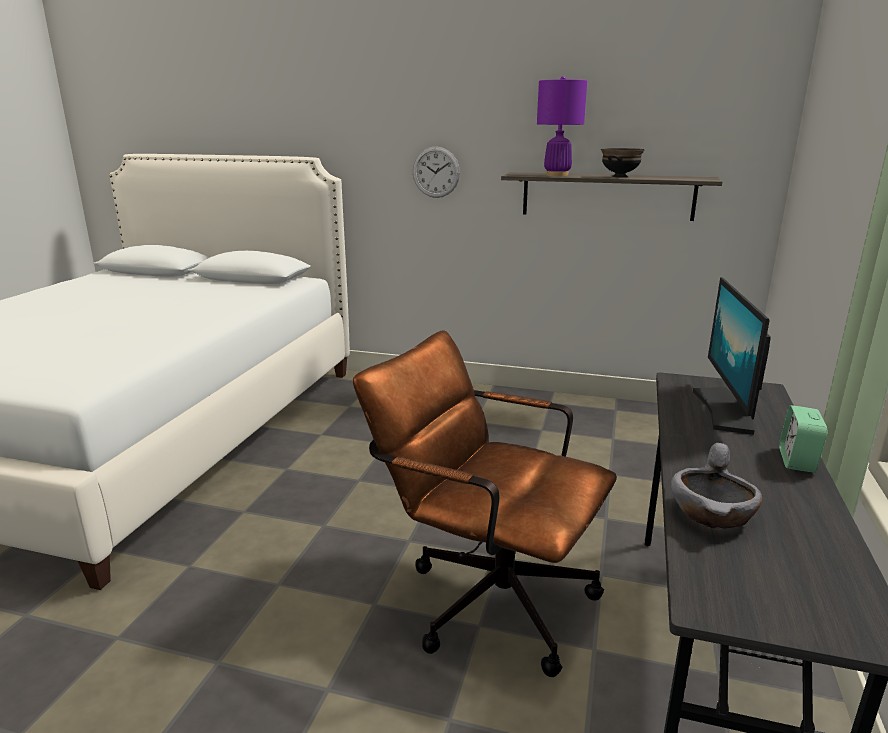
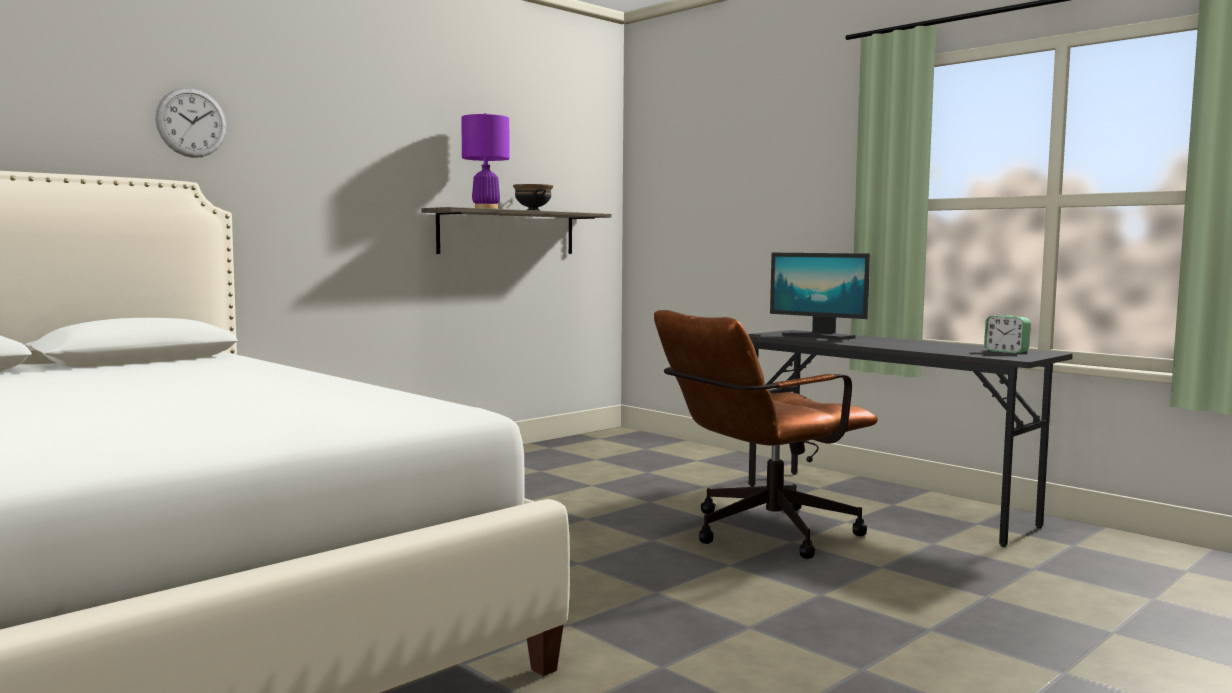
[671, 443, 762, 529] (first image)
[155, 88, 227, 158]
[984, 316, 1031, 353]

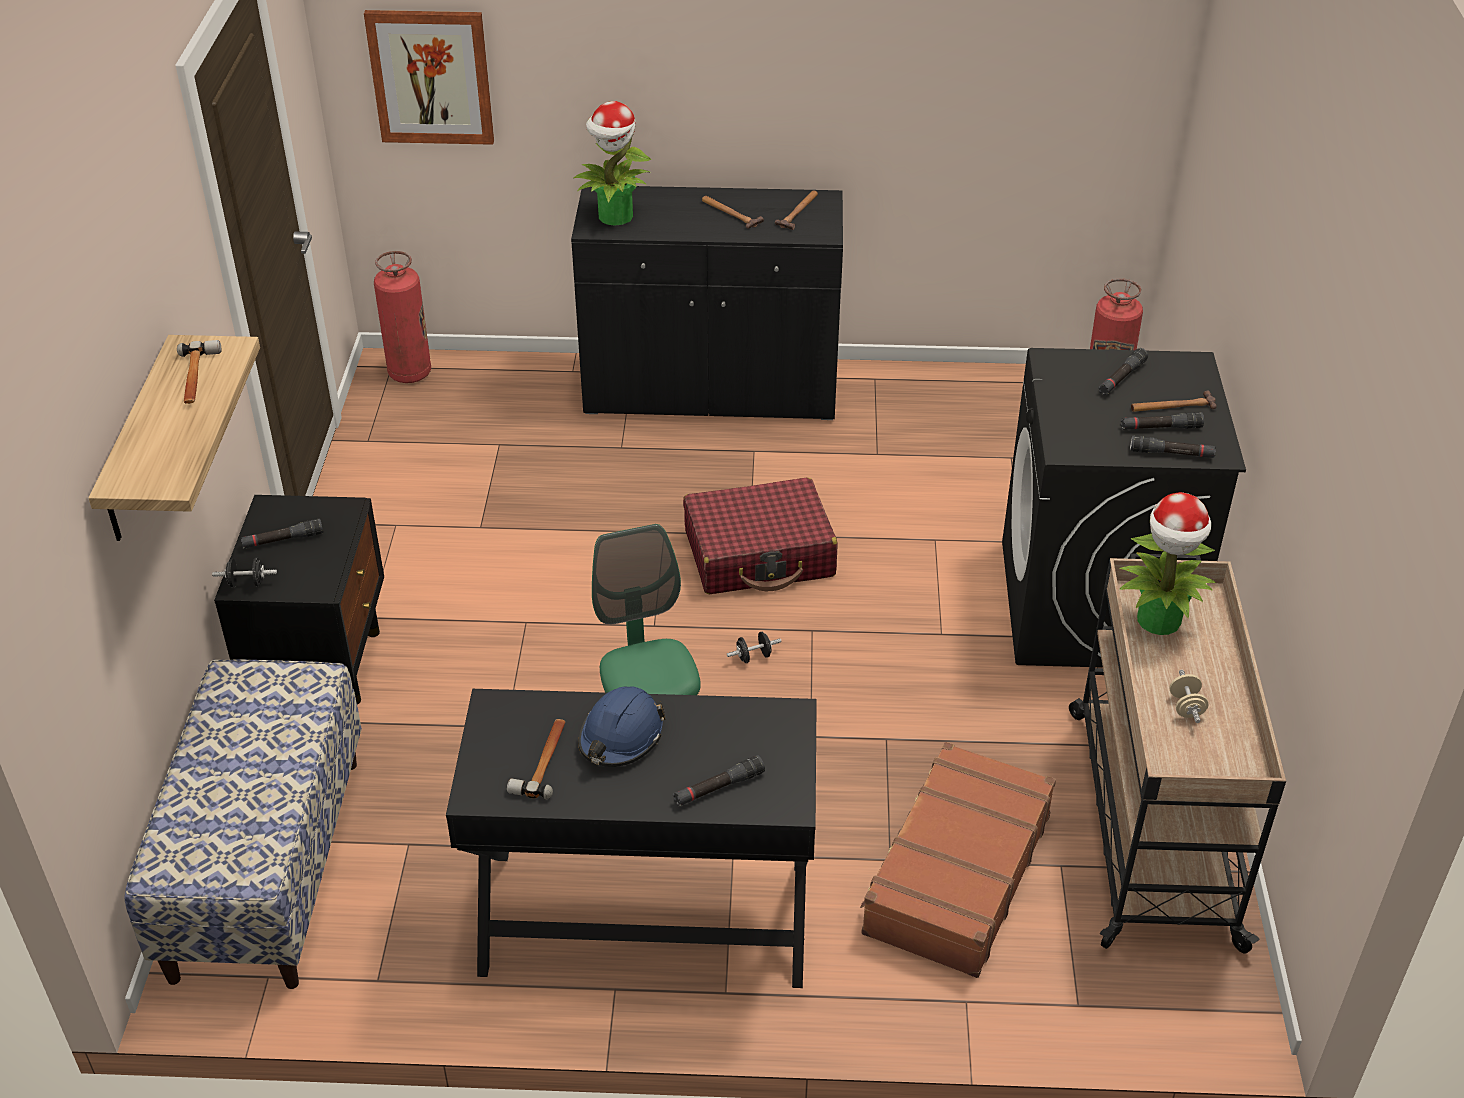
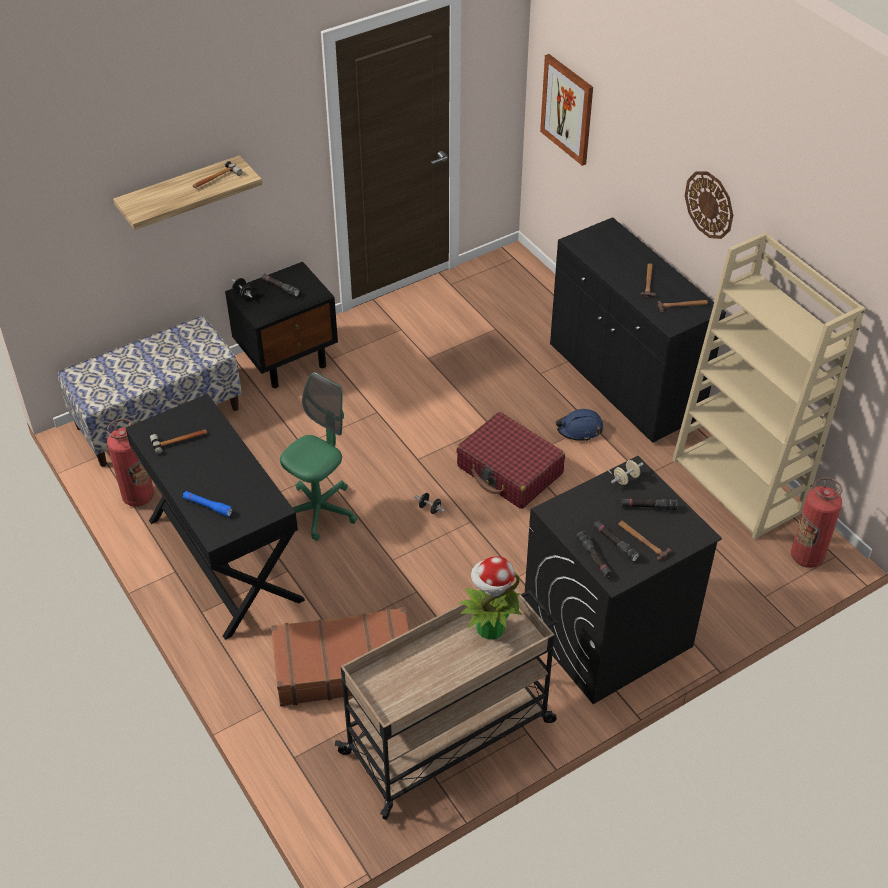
[573, 101, 652, 226] (first image)
[672, 232, 865, 539]
[685, 171, 733, 239]
[107, 419, 154, 507]
[555, 409, 603, 441]
[611, 460, 643, 485]
[182, 491, 233, 517]

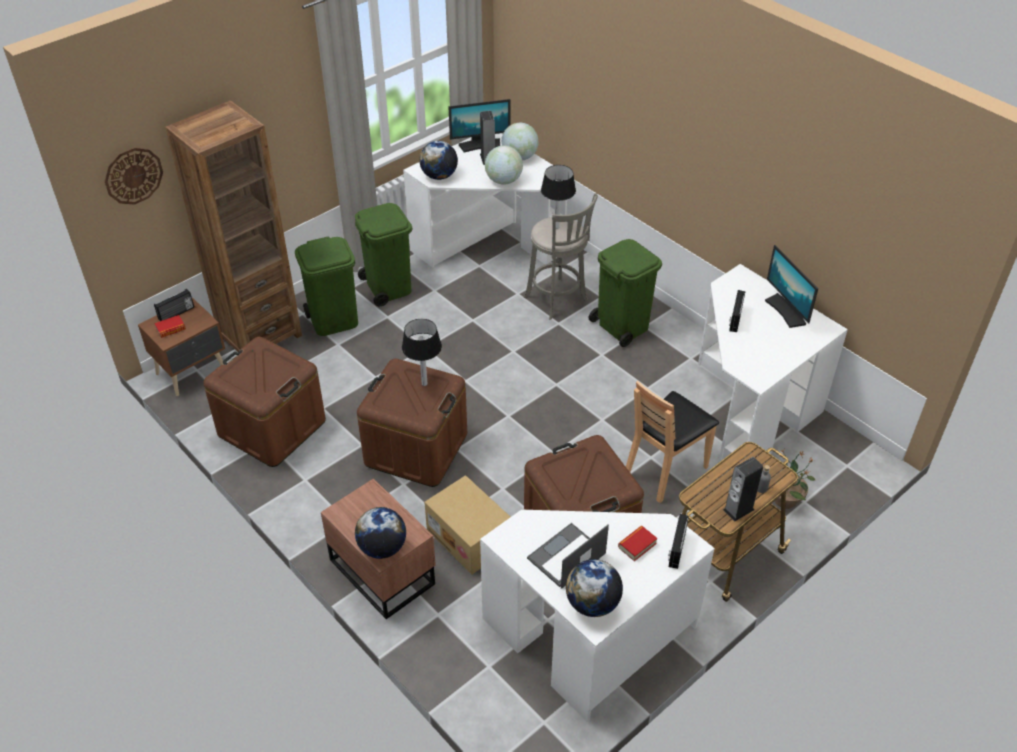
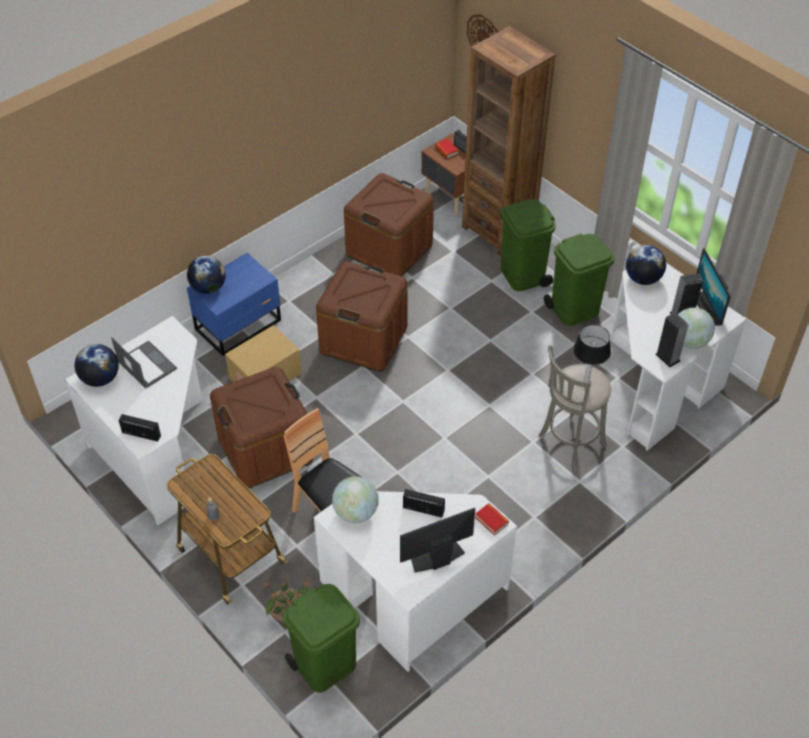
[402, 319, 442, 386] (first image)
[332, 476, 379, 523]
[283, 584, 360, 693]
[475, 503, 509, 536]
[656, 312, 689, 368]
[187, 253, 281, 356]

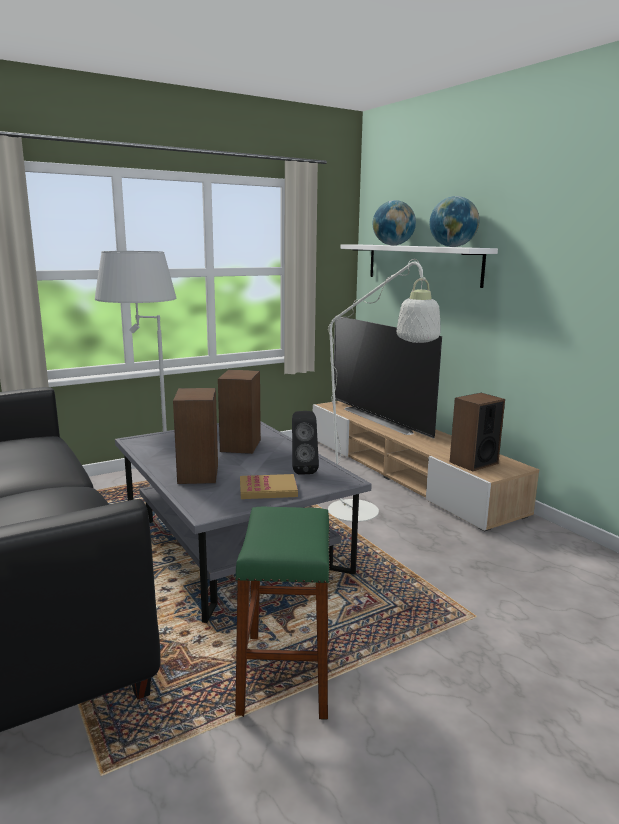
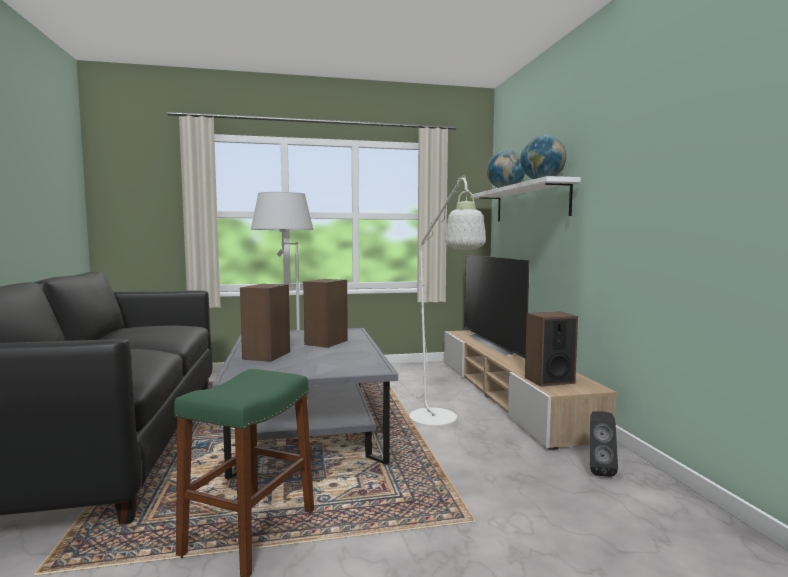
[240, 474, 298, 499] (first image)
[590, 411, 618, 477]

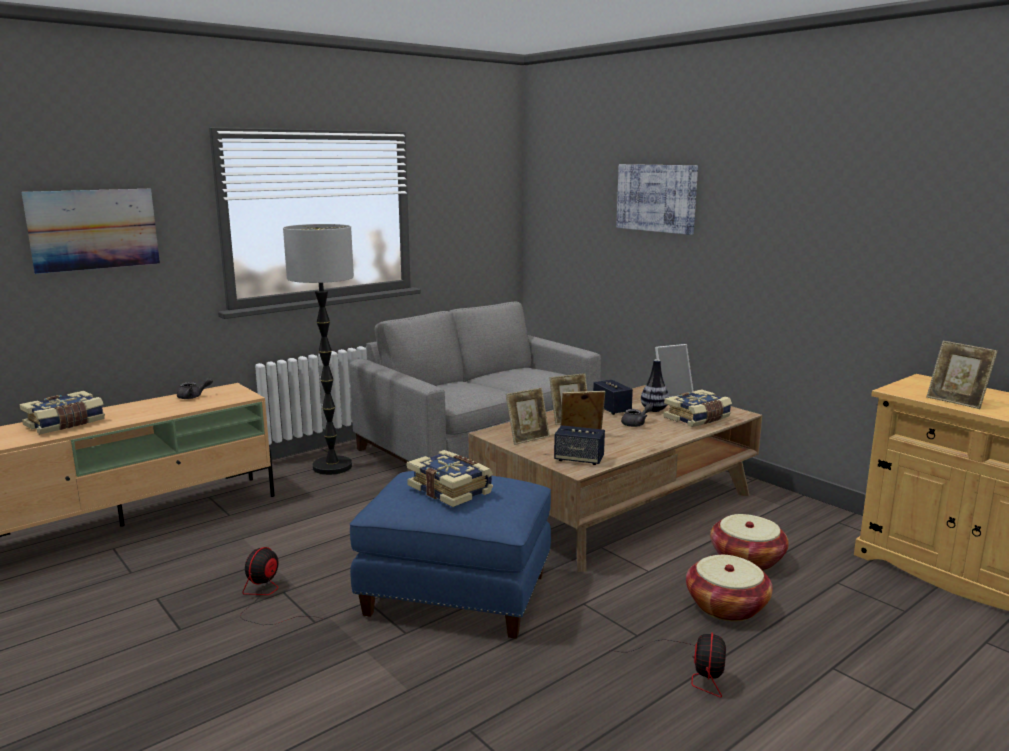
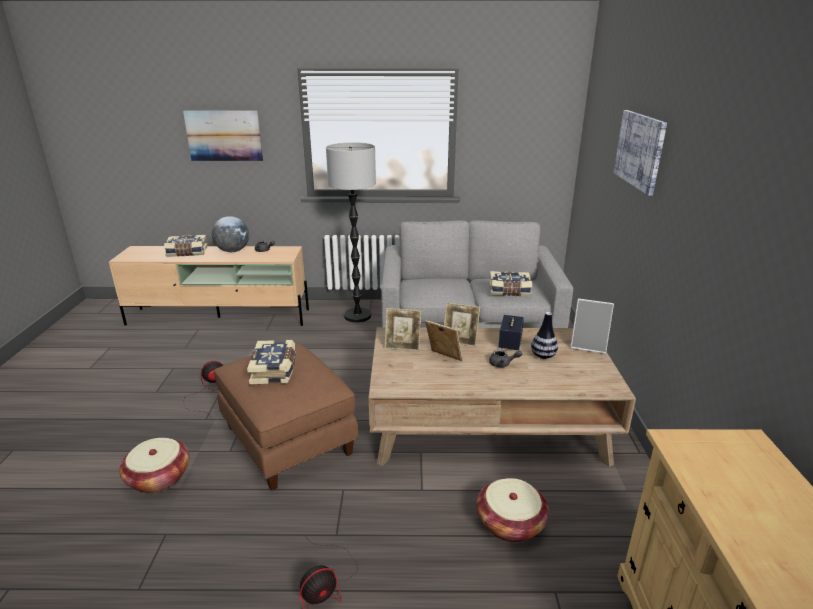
[554, 425, 605, 465] (first image)
[926, 341, 998, 409] (first image)
[212, 216, 249, 252]
[489, 271, 532, 296]
[119, 438, 190, 493]
[214, 343, 358, 491]

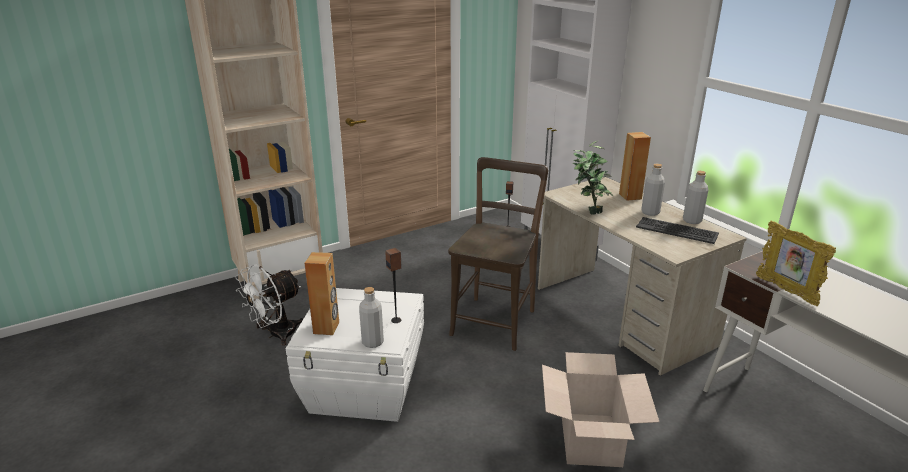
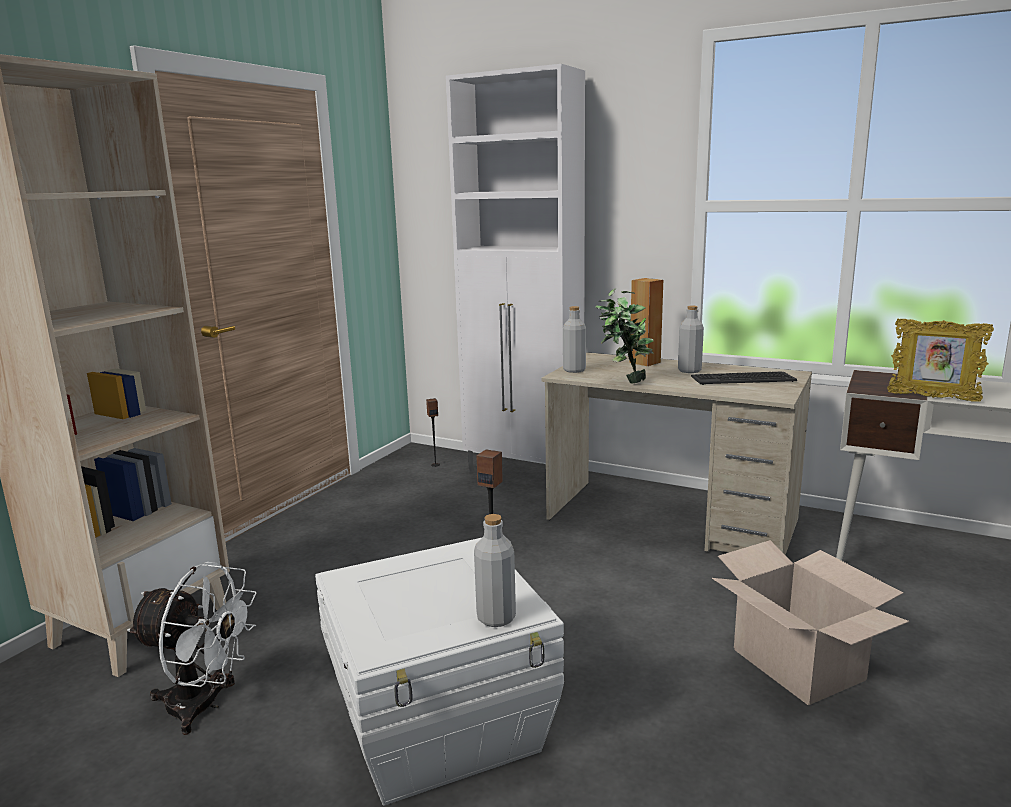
[304, 252, 339, 335] (first image)
[448, 157, 548, 351] (first image)
[563, 306, 586, 373]
[127, 562, 257, 735]

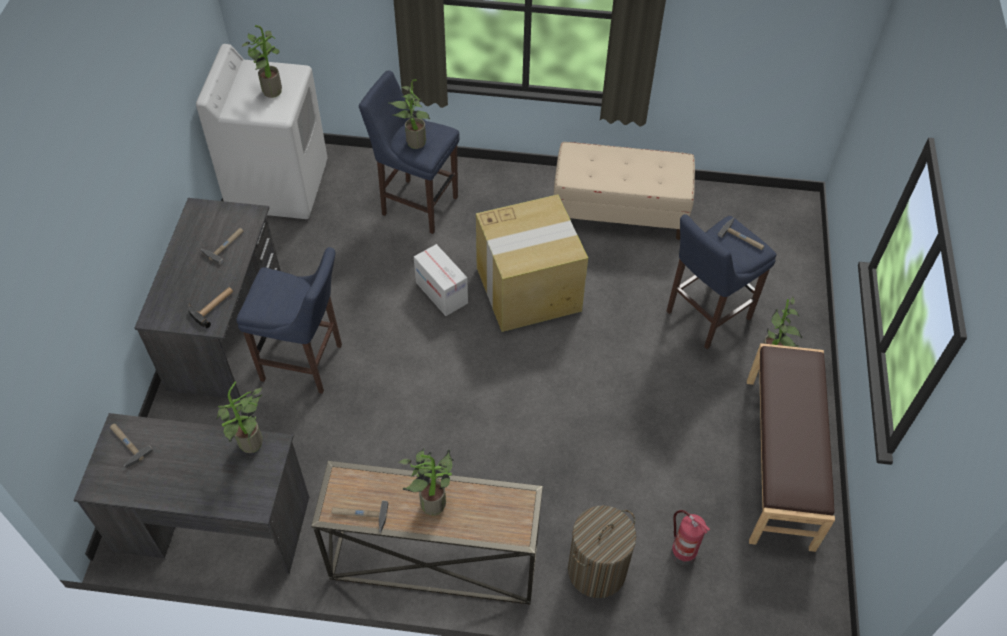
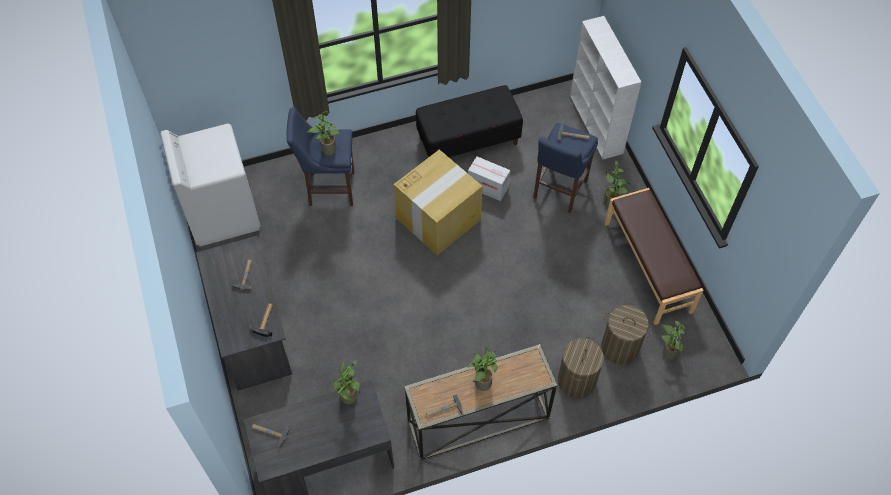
[236, 247, 342, 394] (first image)
[570, 16, 641, 159]
[659, 320, 686, 359]
[468, 156, 510, 201]
[601, 305, 652, 365]
[416, 85, 523, 157]

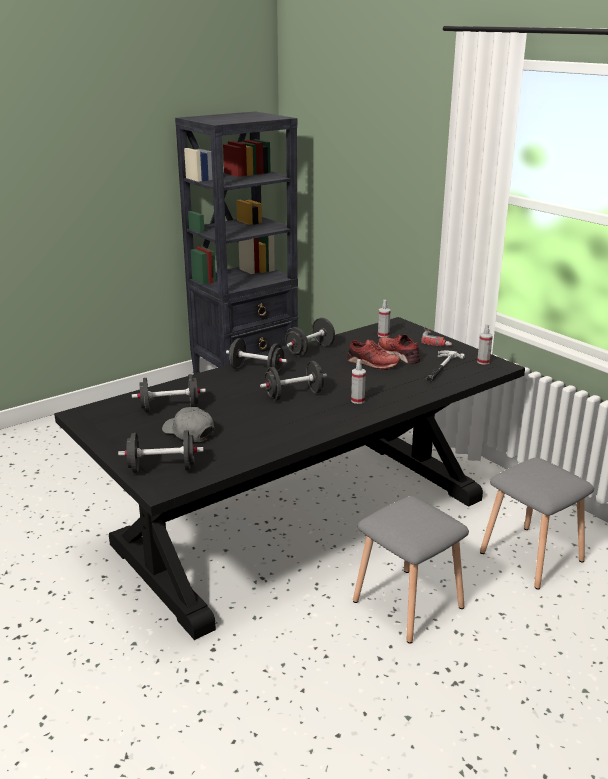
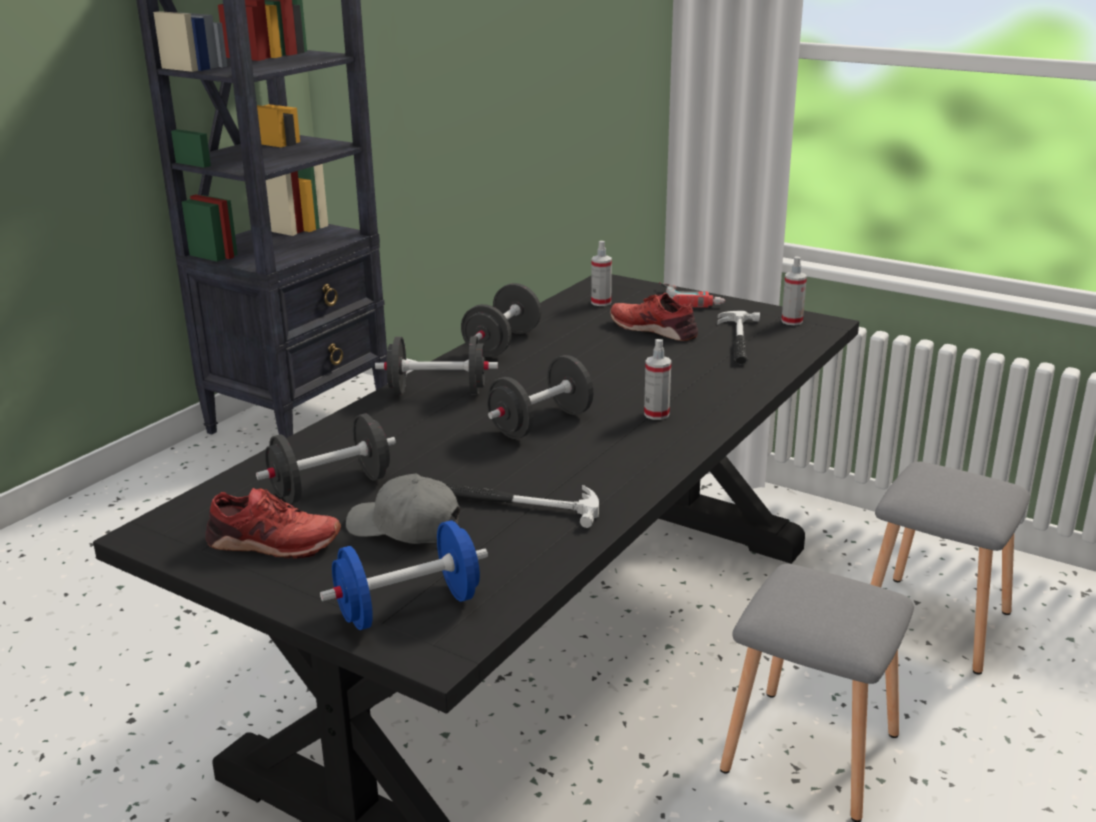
[444, 483, 599, 528]
[205, 488, 341, 559]
[320, 521, 488, 630]

